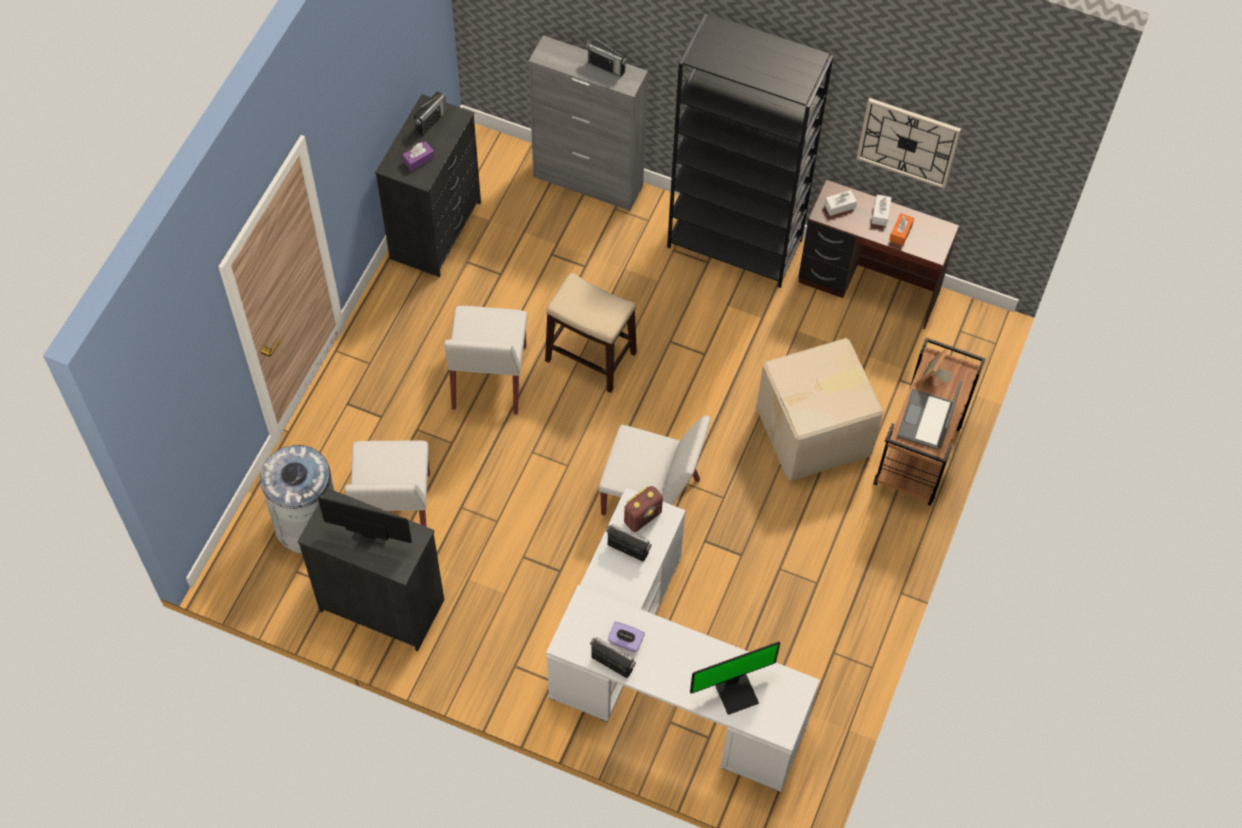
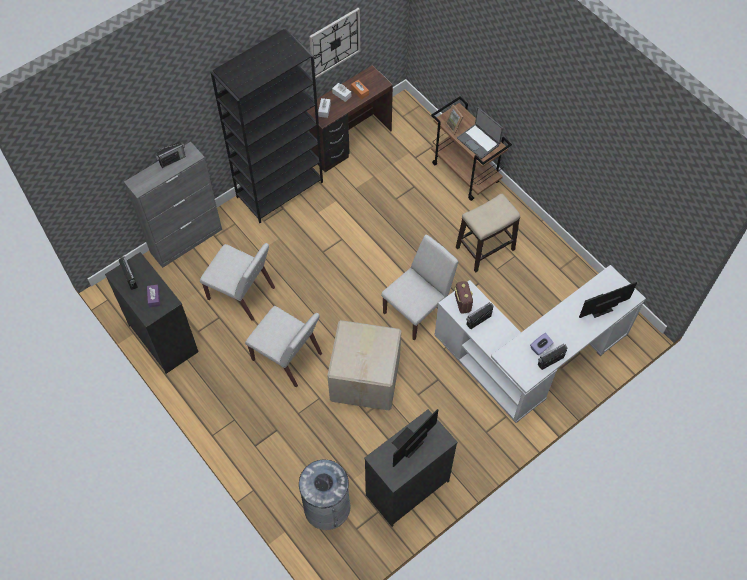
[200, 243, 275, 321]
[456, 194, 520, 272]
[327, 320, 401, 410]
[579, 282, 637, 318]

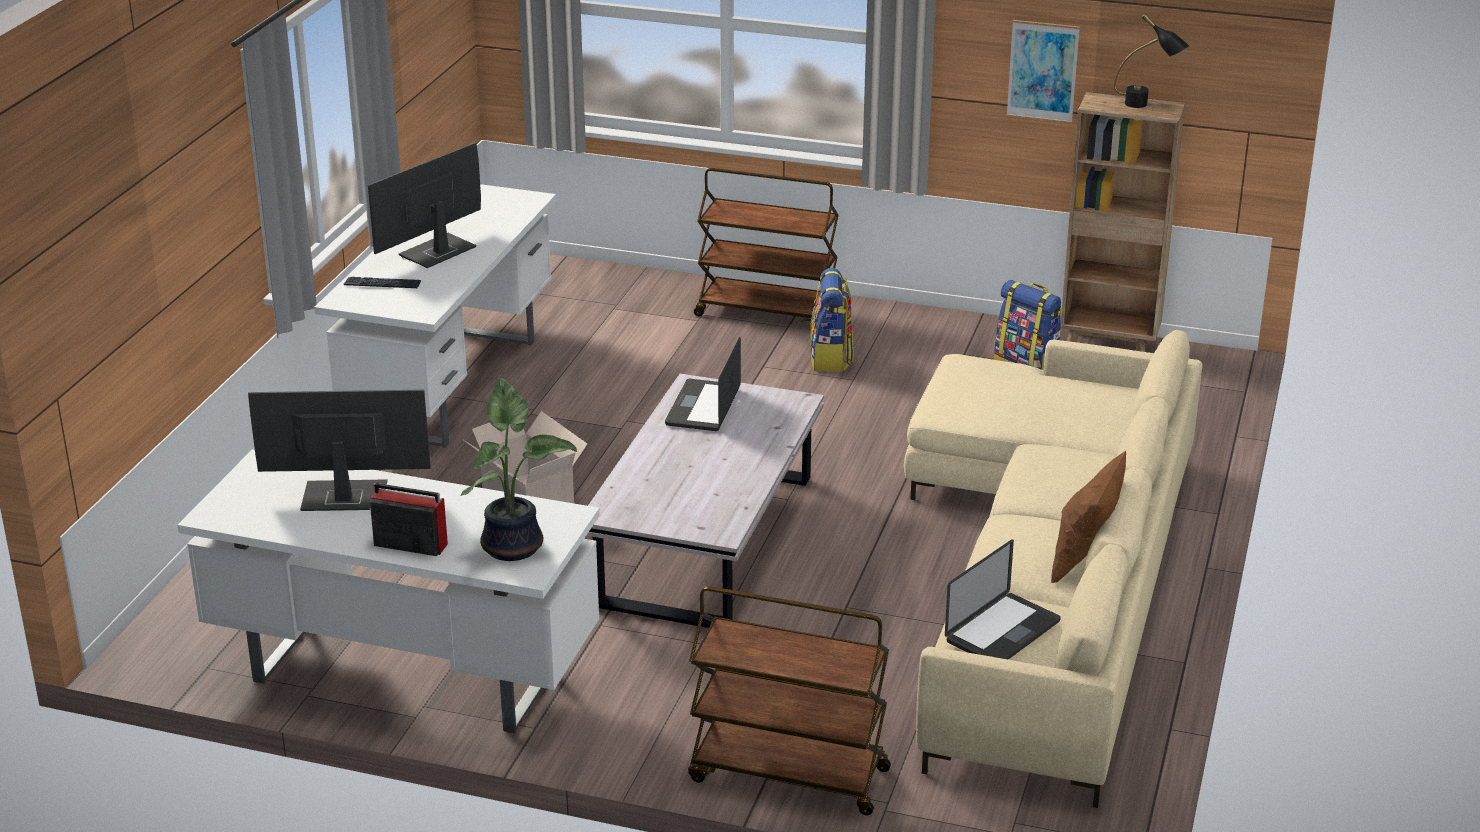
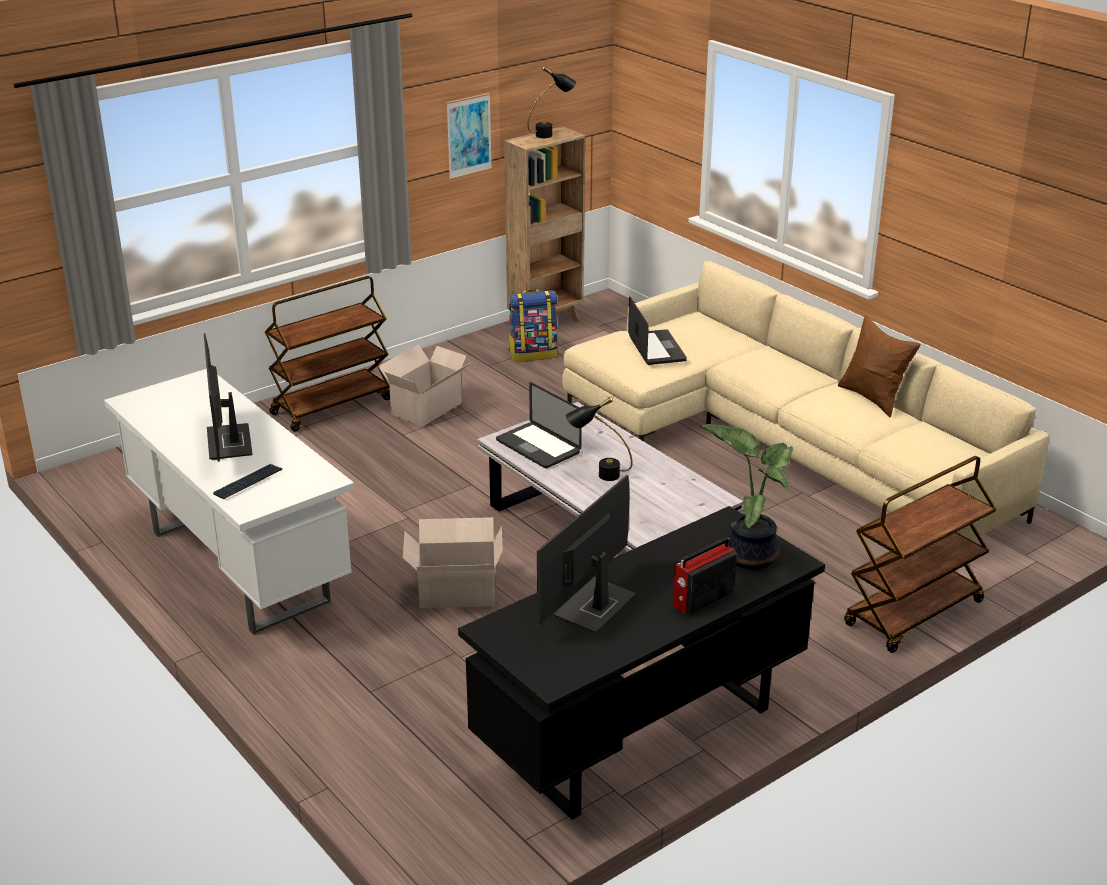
[566, 397, 633, 481]
[628, 297, 687, 365]
[378, 344, 470, 426]
[458, 506, 825, 820]

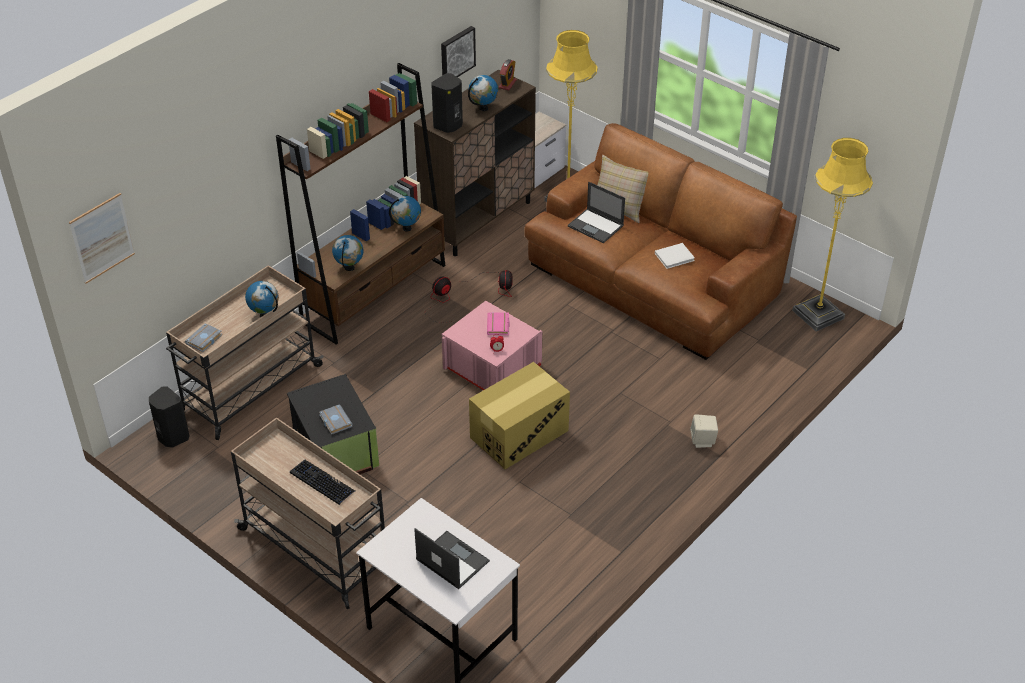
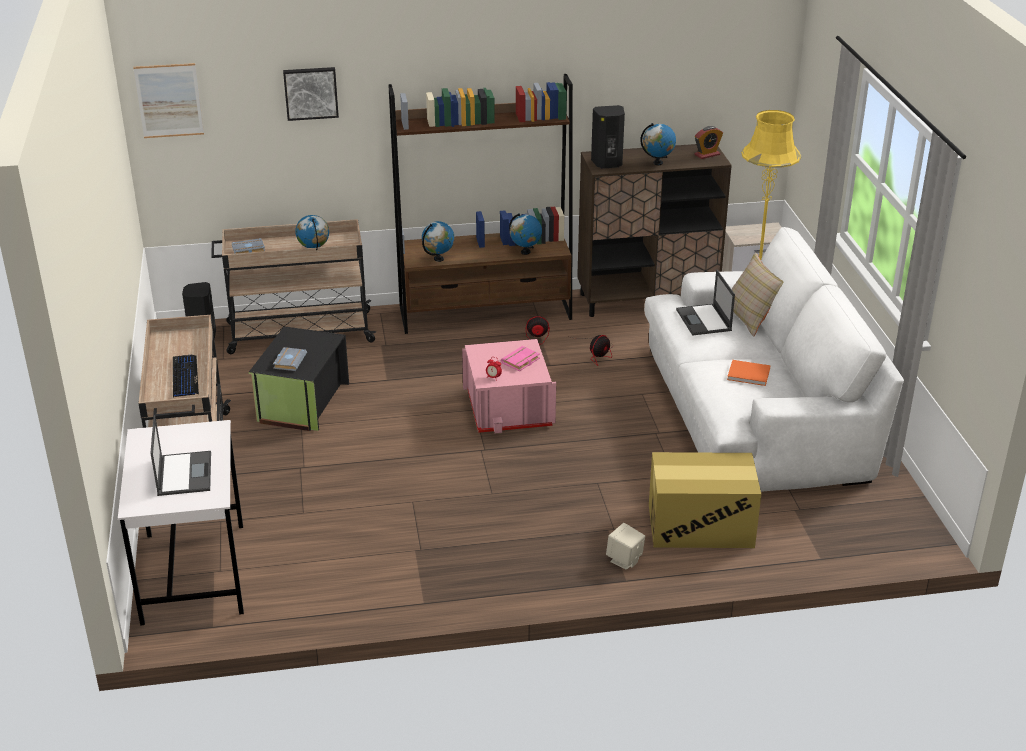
[792, 138, 873, 331] (first image)
[283, 67, 339, 121]
[649, 452, 761, 548]
[644, 227, 904, 492]
[727, 360, 771, 386]

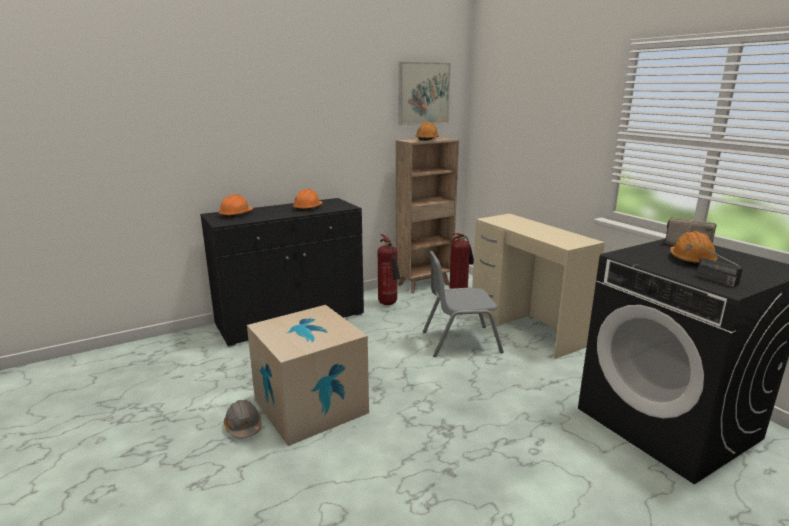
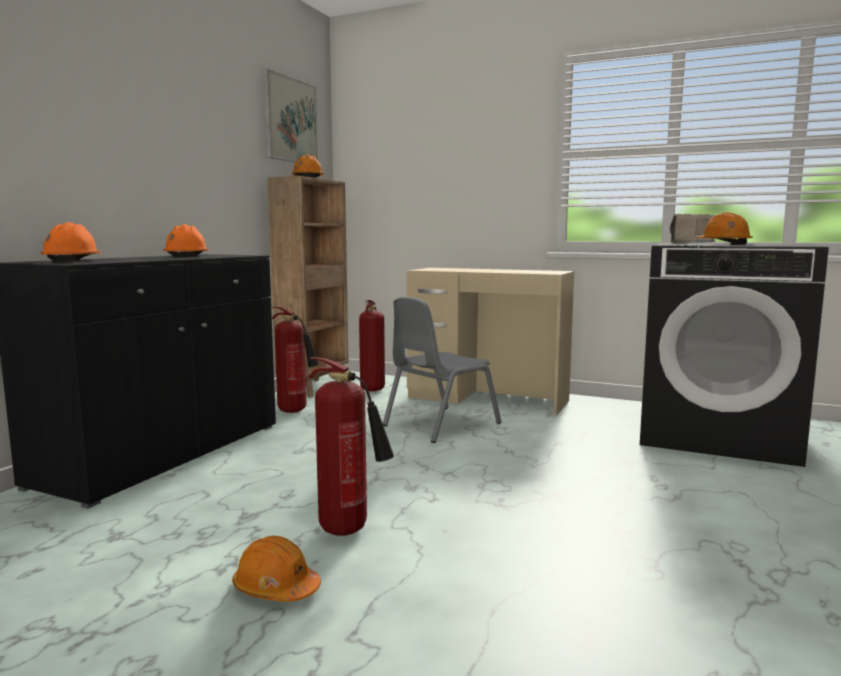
[687, 239, 743, 287] (first image)
[309, 357, 394, 536]
[232, 536, 321, 602]

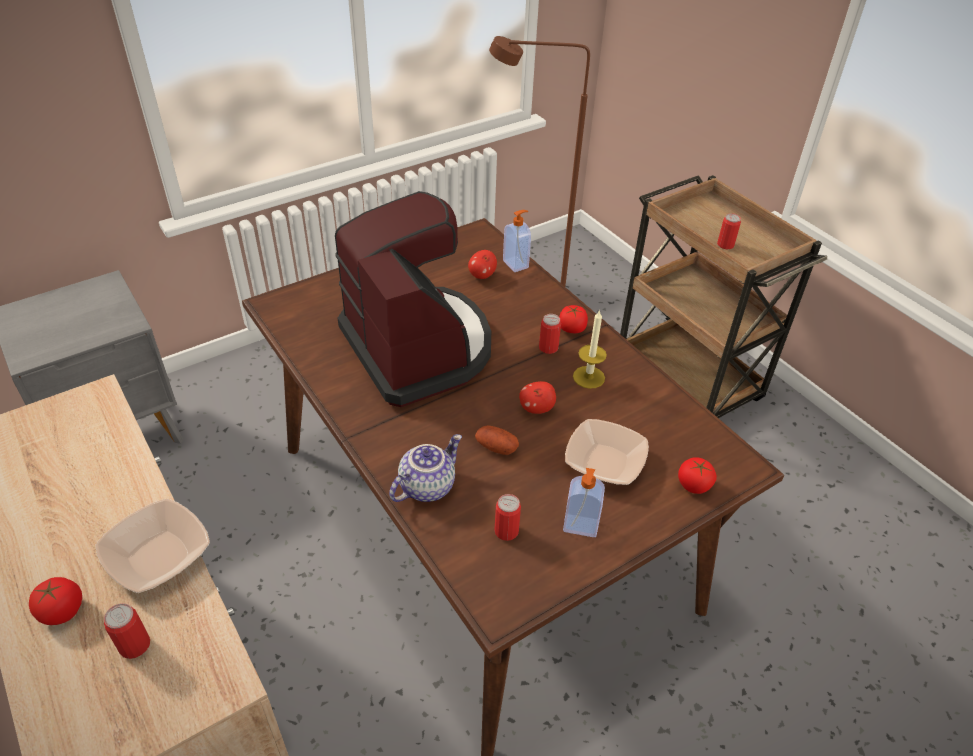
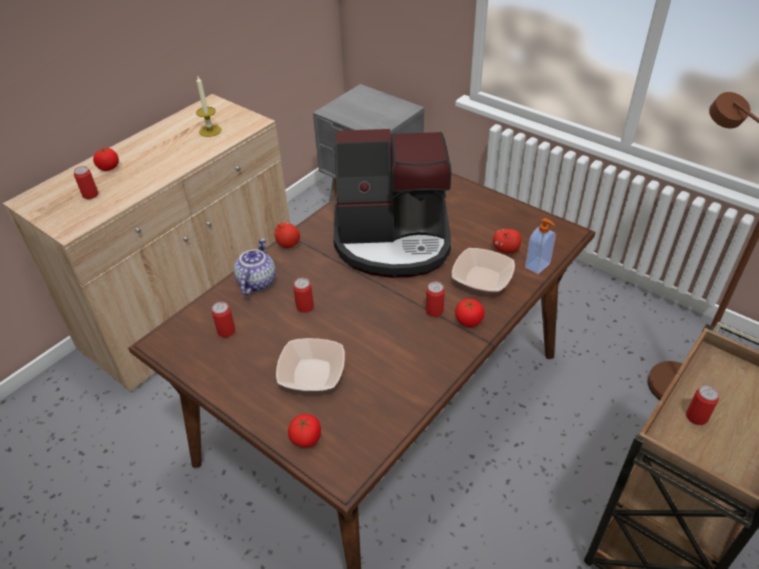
[563, 468, 605, 537] (first image)
[452, 248, 515, 292]
[275, 222, 300, 248]
[196, 76, 221, 137]
[293, 278, 314, 313]
[333, 129, 451, 278]
[234, 238, 276, 295]

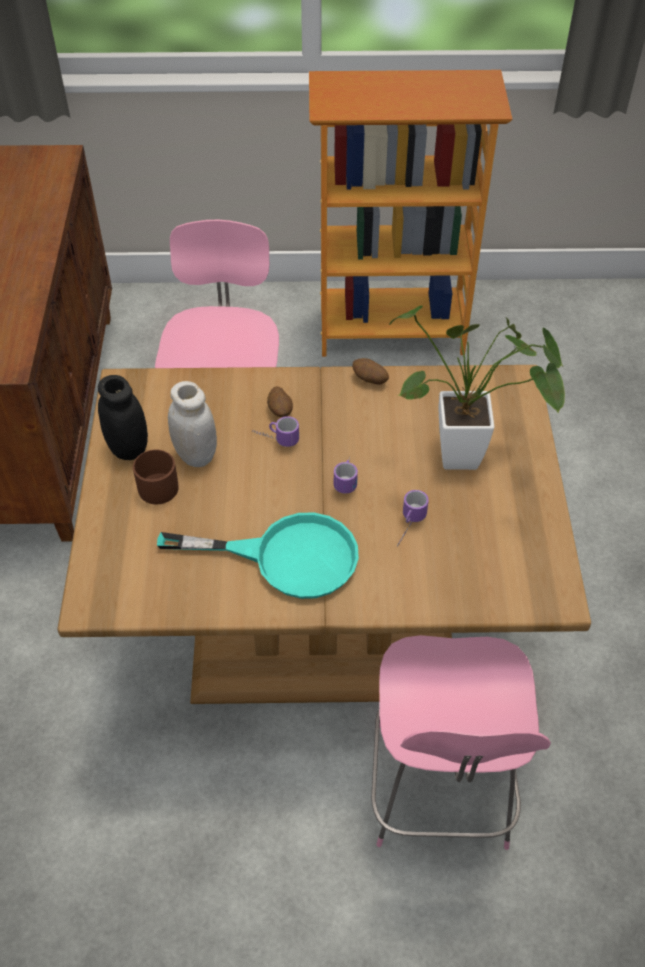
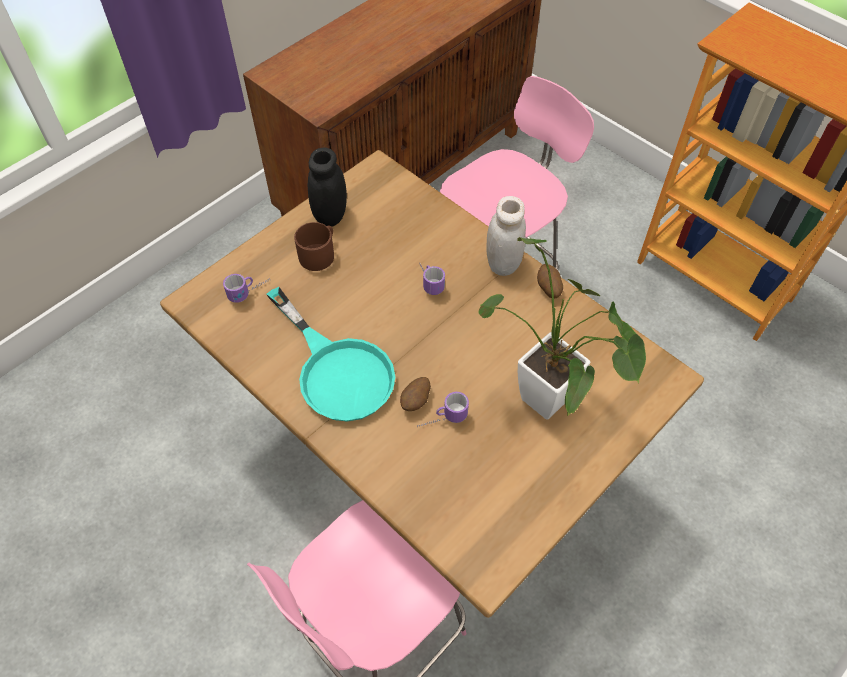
[486, 196, 526, 276]
[400, 377, 431, 411]
[223, 274, 270, 303]

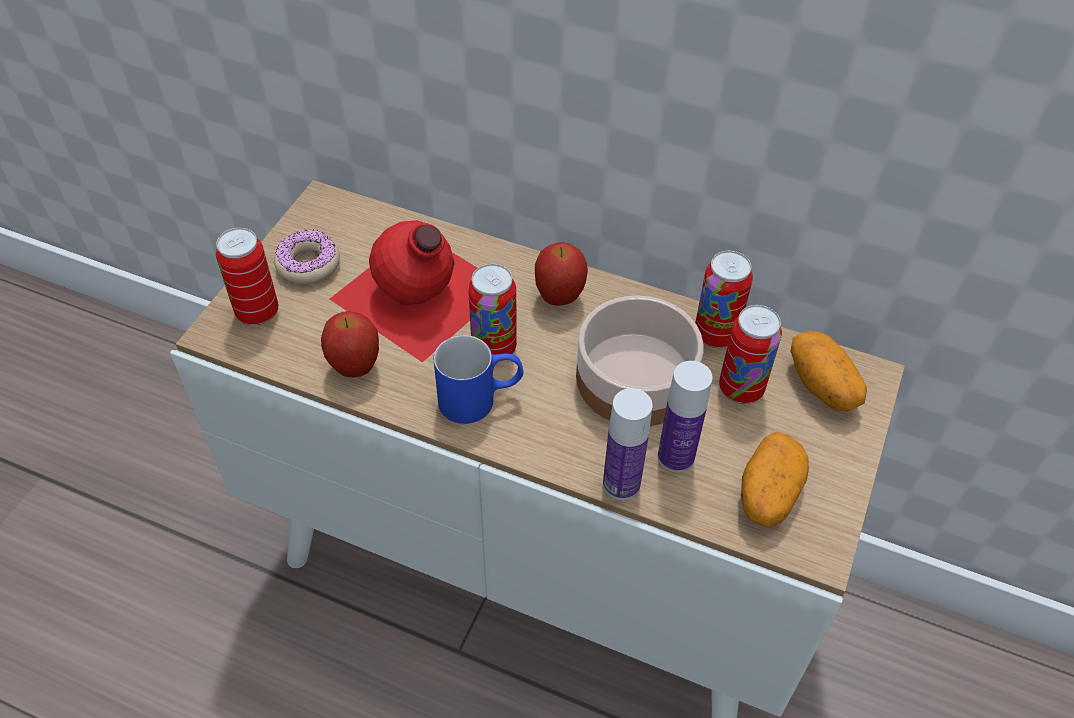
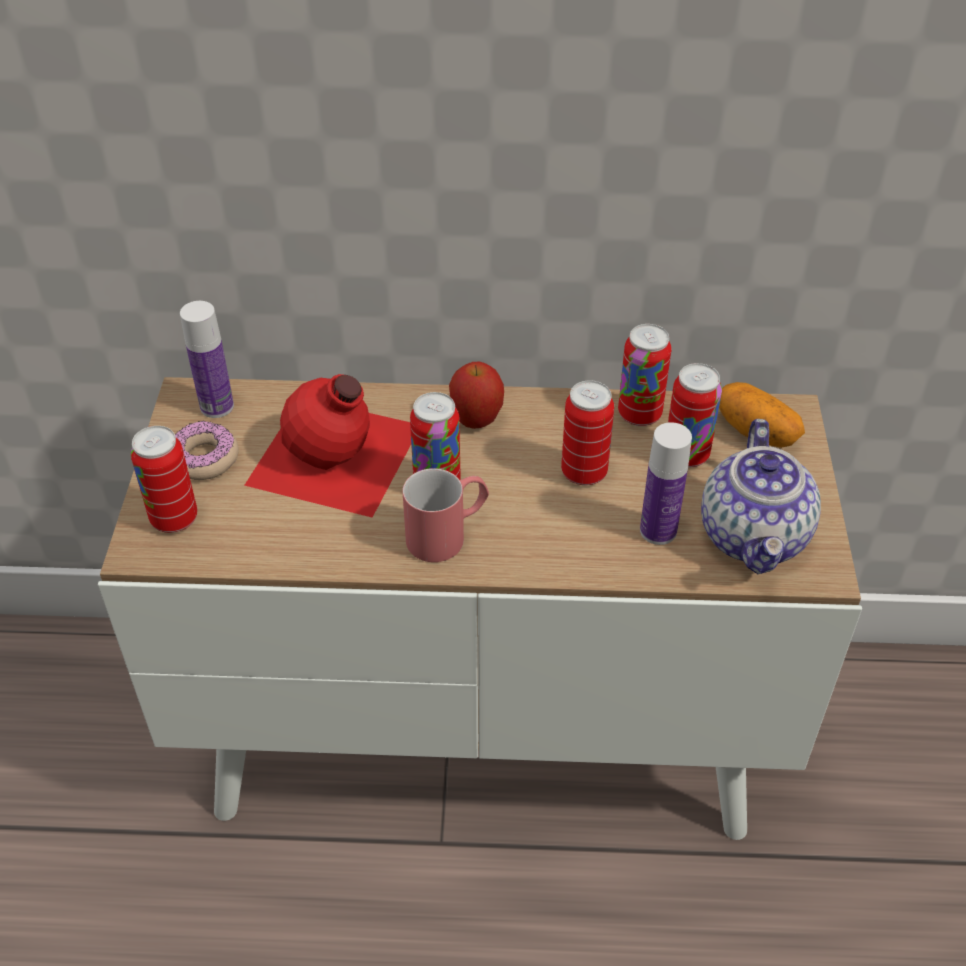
[321, 311, 379, 378] (first image)
[180, 301, 234, 418]
[561, 380, 614, 486]
[701, 419, 821, 574]
[402, 468, 489, 562]

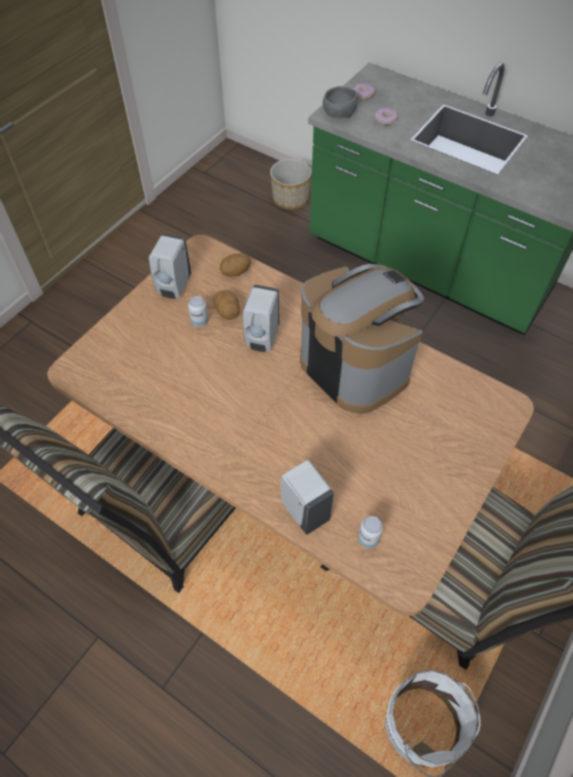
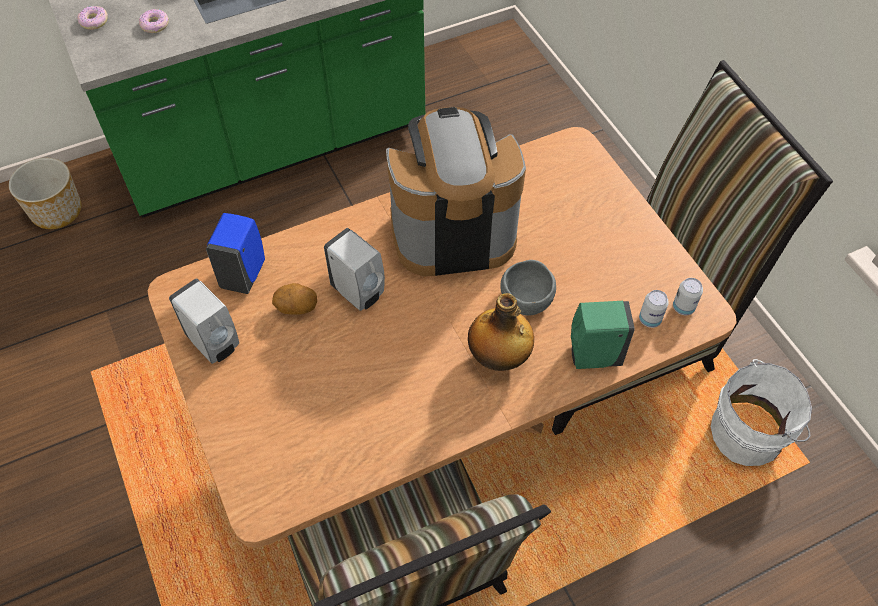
[468, 293, 534, 371]
[673, 278, 703, 315]
[500, 260, 556, 316]
[206, 213, 265, 294]
[571, 301, 634, 369]

